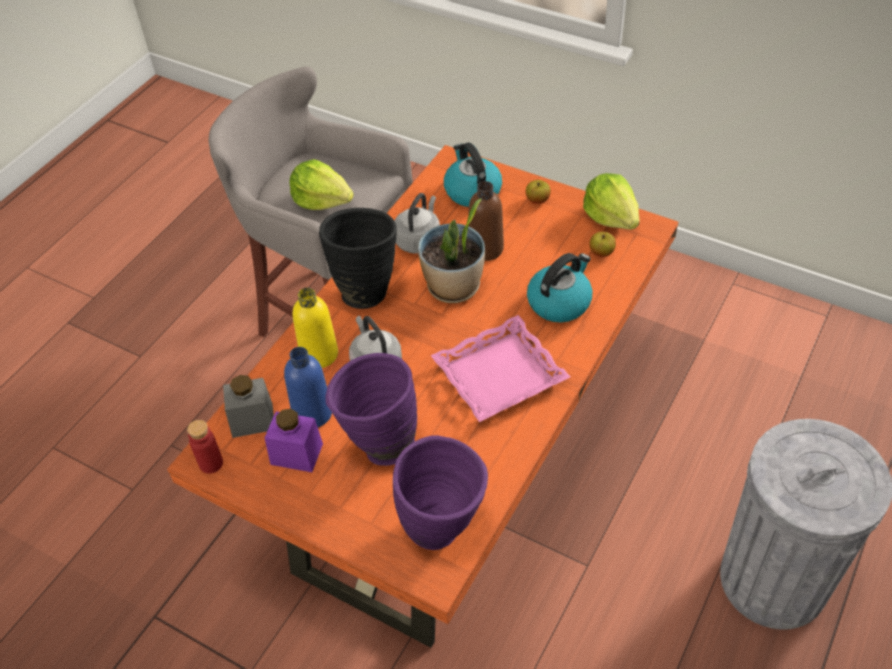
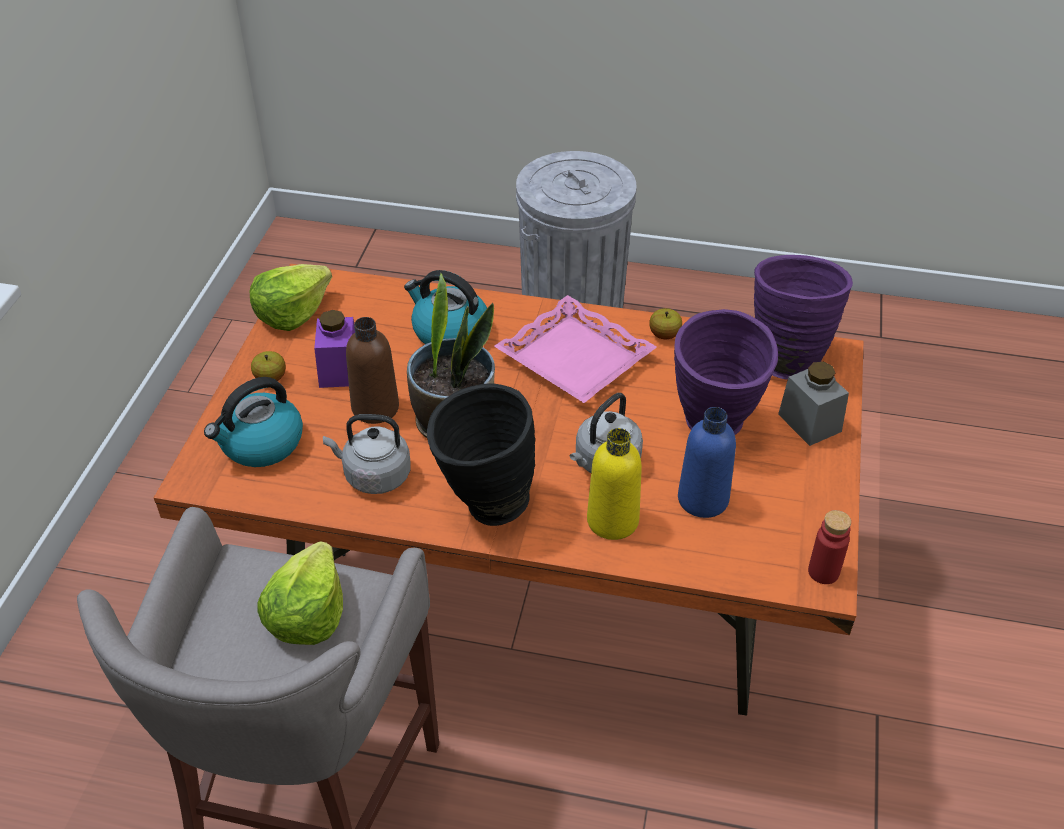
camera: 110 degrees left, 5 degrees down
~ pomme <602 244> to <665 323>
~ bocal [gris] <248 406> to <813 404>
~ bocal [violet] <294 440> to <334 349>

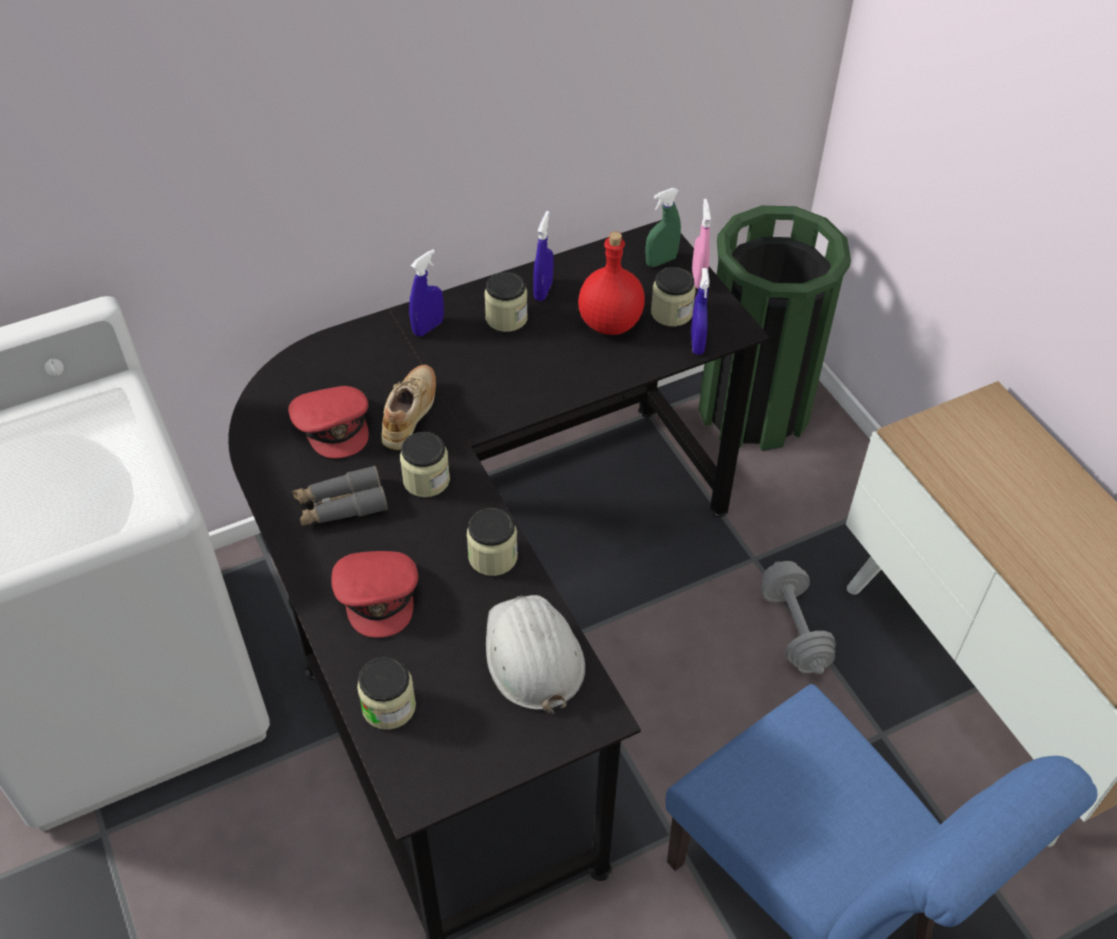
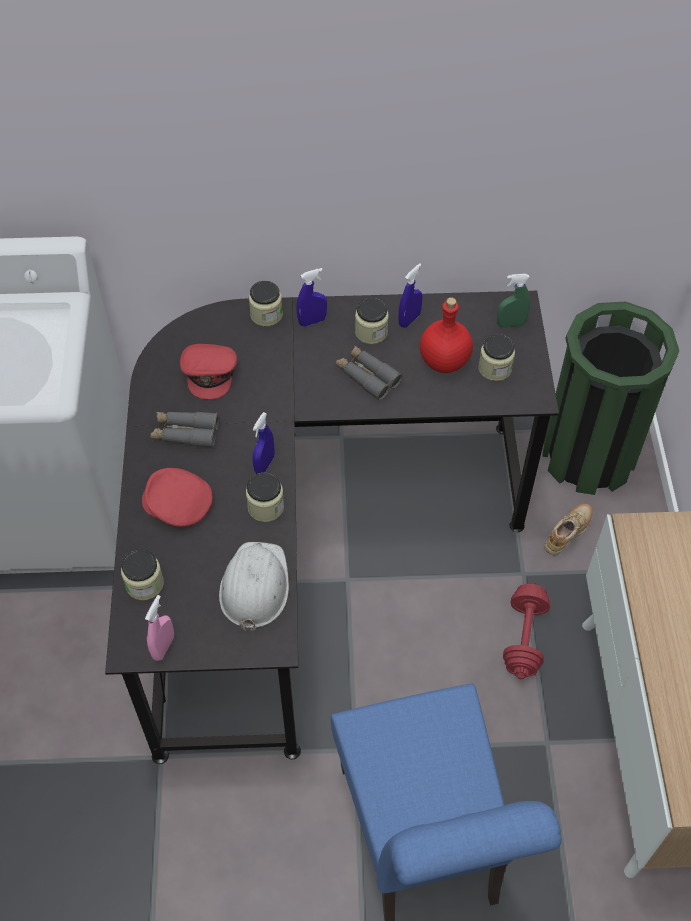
camera: 25 degrees right, 5 degrees up
~ vaporisateur [rose] <701 244> to <159 628>
~ vaporisateur [bleu] <700 311> to <263 443>
~ chaussure [beige] <408 407> to <568 530>
~ bocal <425 464> to <266 303>
~ casquette [rouge] <374 594> = <177 497> 105 degrees clockwise
~ haltère [gris] <798 617> to haltère [rouge] <526 631>
+ jumelles [gris] <369 373>

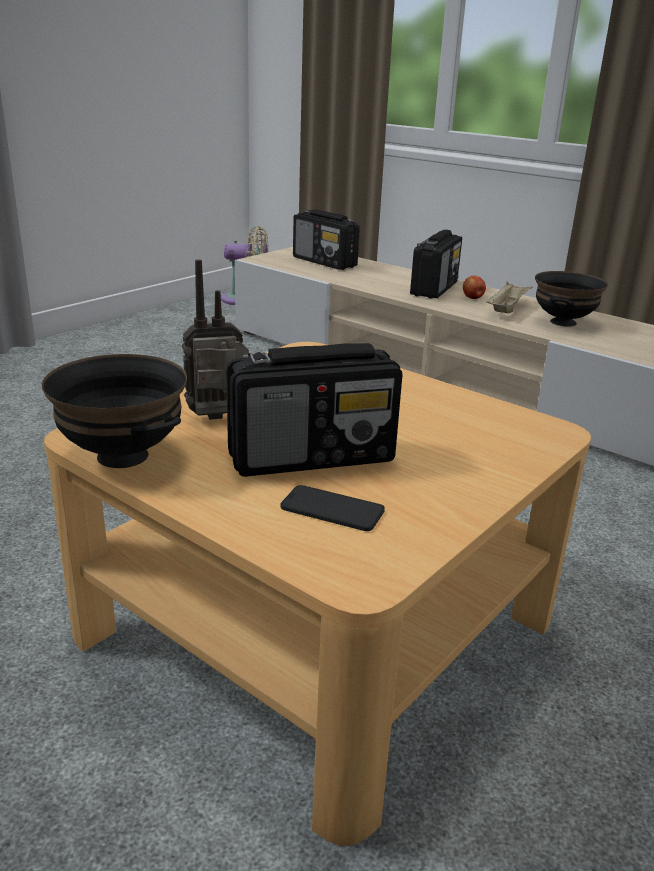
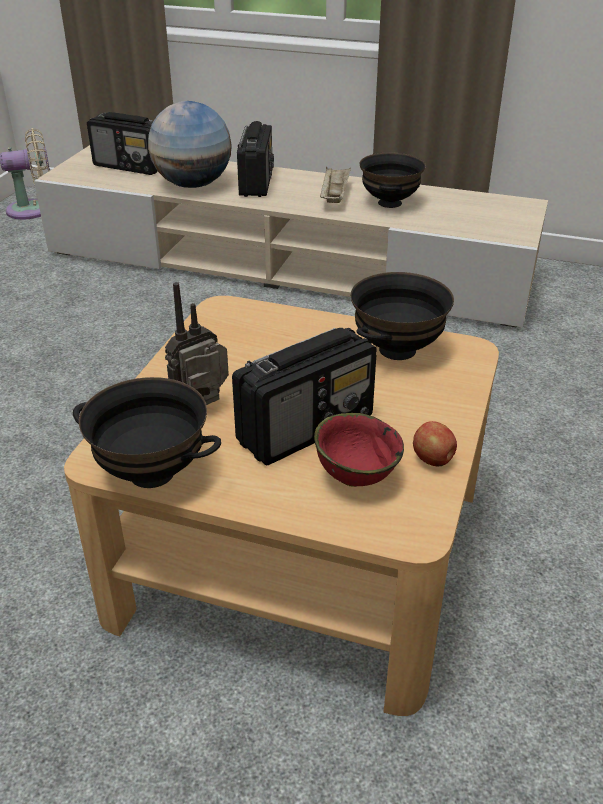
camera: 20 degrees left, 10 degrees up
~ pomme <474 287> to <435 444>
~ téléphone <333 508> to bol [rouge] <359 450>
+ globe <190 144>
+ bol [noir] <402 316>

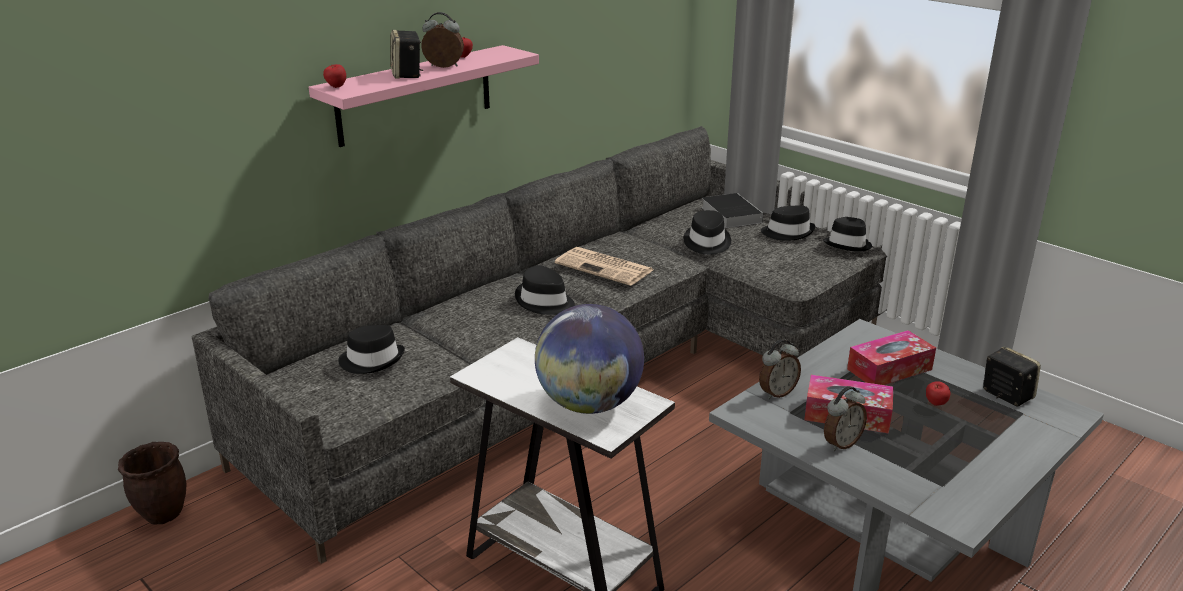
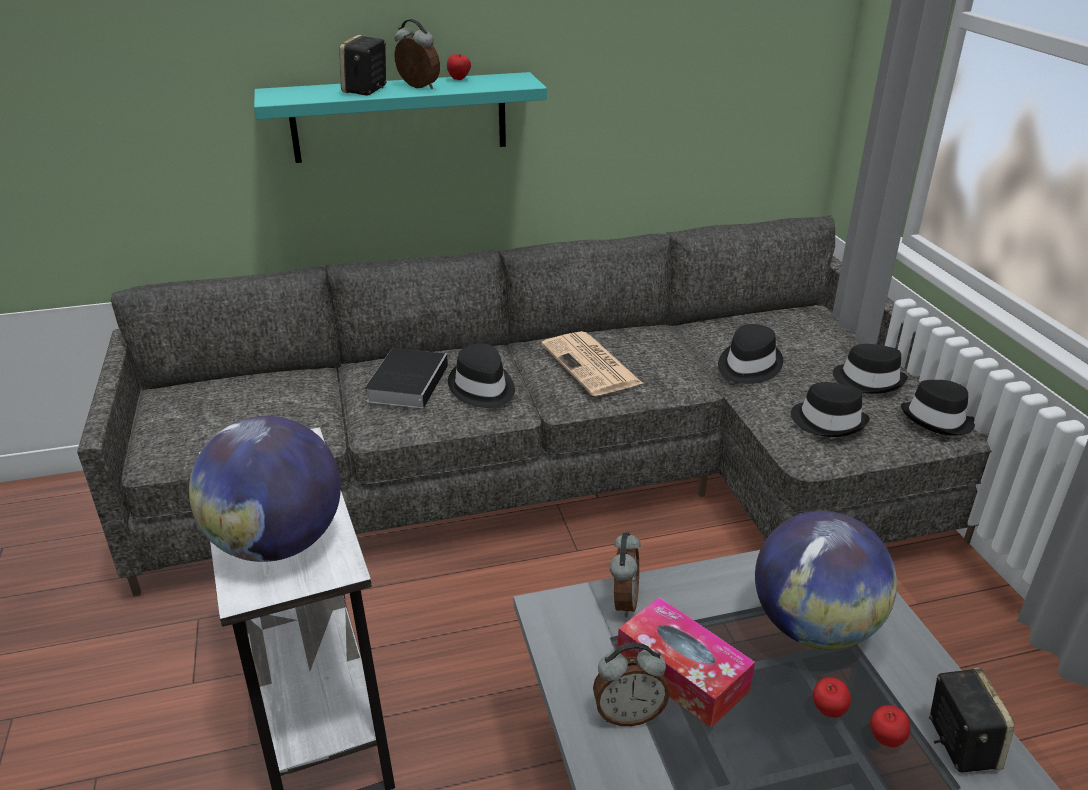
camera: 30 degrees right, 5 degrees up
~ étagère [rose] <424 96> to étagère [turquoise] <400 117>
~ pomme <334 76> to <890 726>
~ livre <732 210> to <406 378>
~ chapeau [noir] <371 349> to <830 409>
~ boîte à mouchoirs <891 357> to globe <826 580>
~ réveil <780 369> = <625 574> 75 degrees counterclockwise
- cache-pot [marron] <152 483>

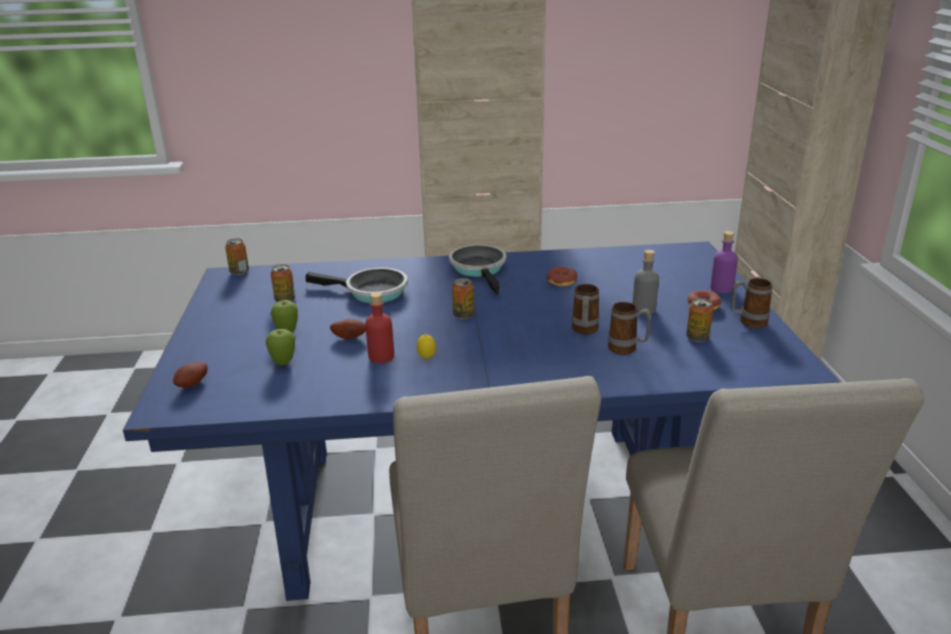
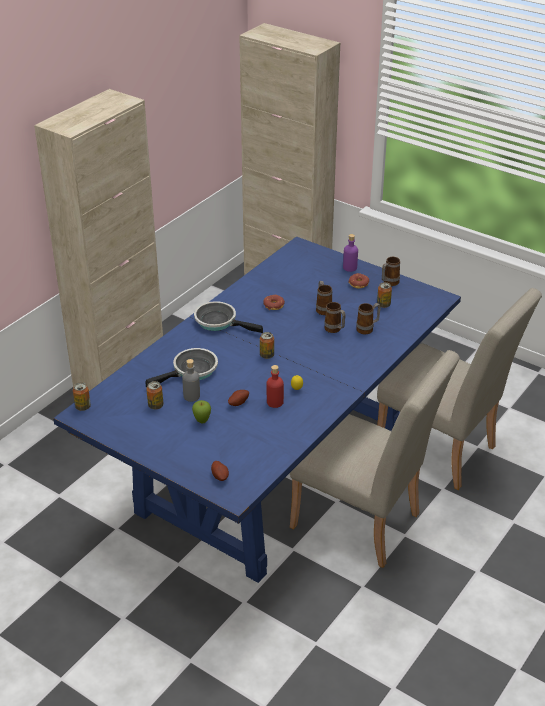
camera: 50 degrees left, 10 degrees up
~ bouteille [gris] <645 282> to <191 380>
- pomme <280 347>
+ mug <324 298>

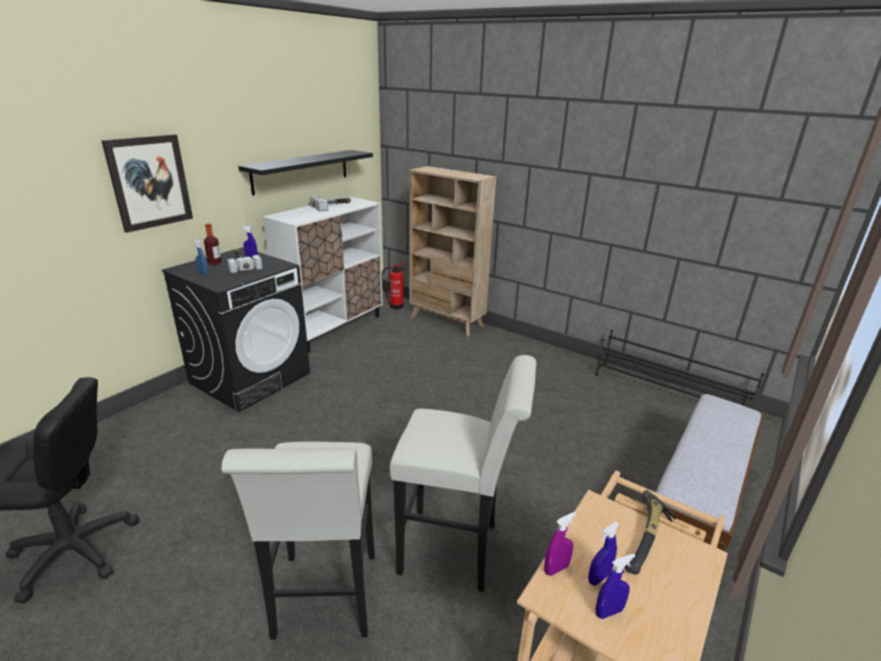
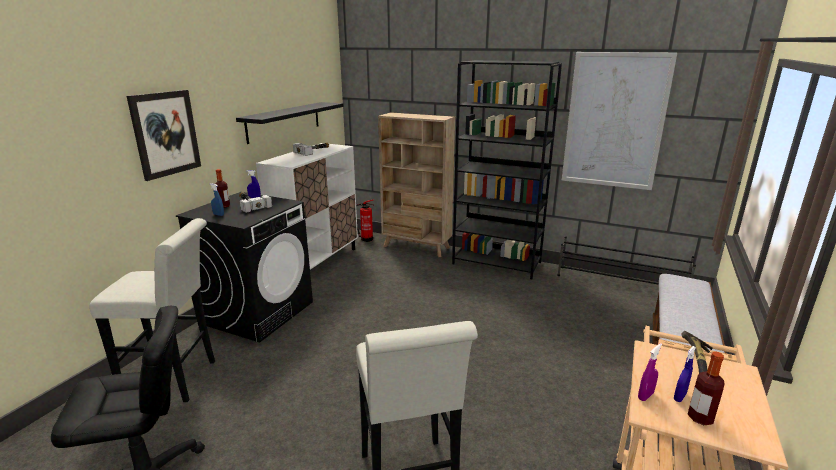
camera: 10 degrees left, 5 degrees down
~ tabouret [blanc] <463 473> to <152 310>
~ vaporisateur [bleu] <615 586> to bouteille <706 388>
+ tableau <619 121>
+ bibliothèque [noir] <507 169>

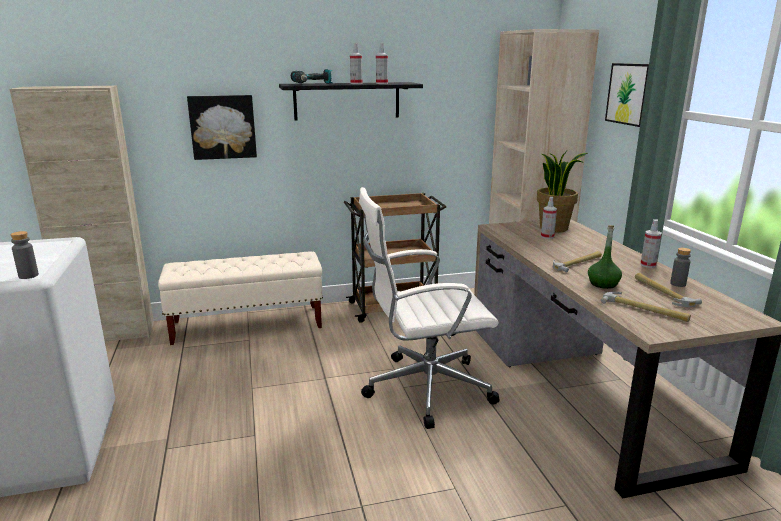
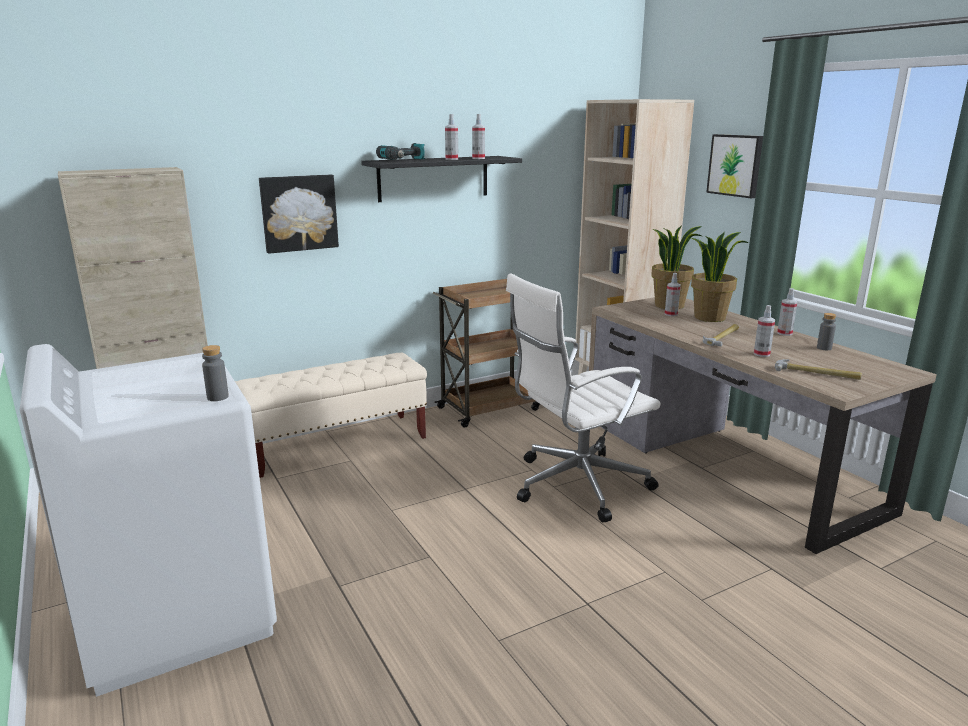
camera: 15 degrees left, 0 degrees up
~ bouteille [vert] <605 257> to vaporisateur <764 331>
- marteau <668 290>
+ plante en pot <720 277>

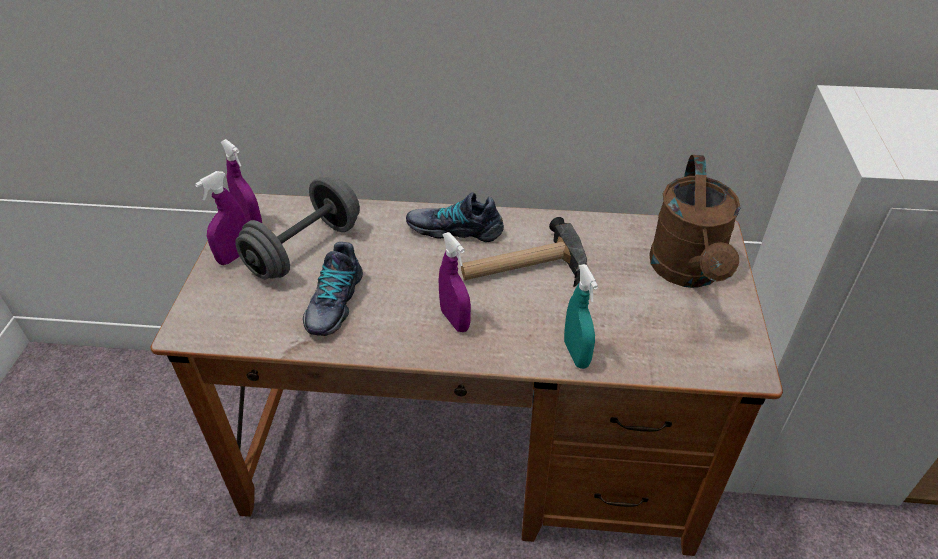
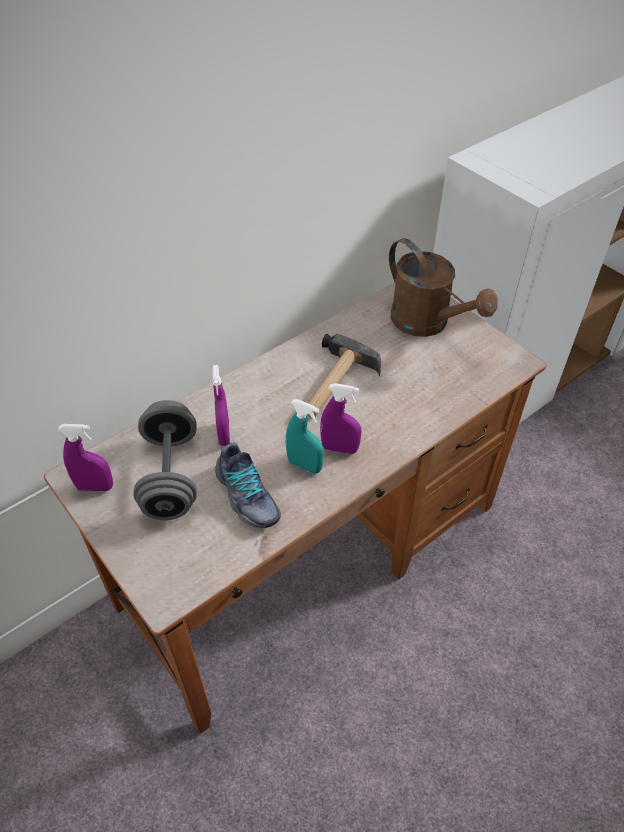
camera: 45 degrees left, 5 degrees up
~ vaporisateur [violet] <221 218> to <221 405>
- chaussure <455 217>
~ vaporisateur [turquoise] <581 316> to <305 436>

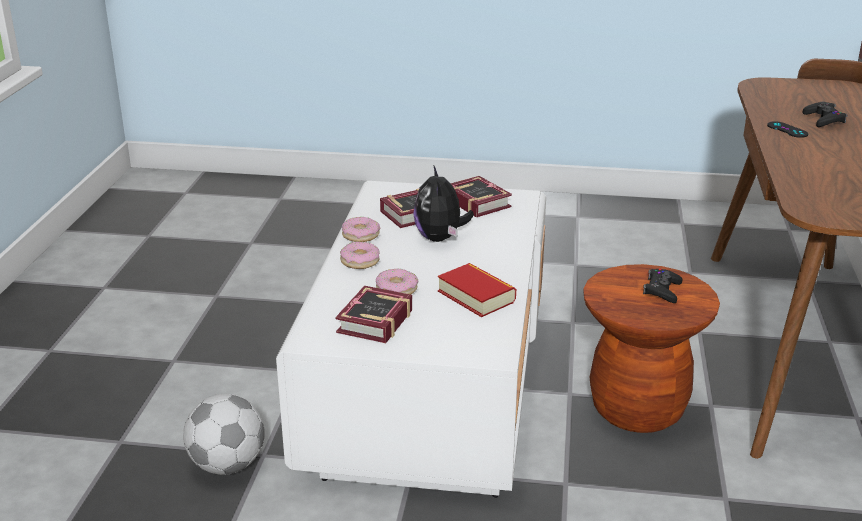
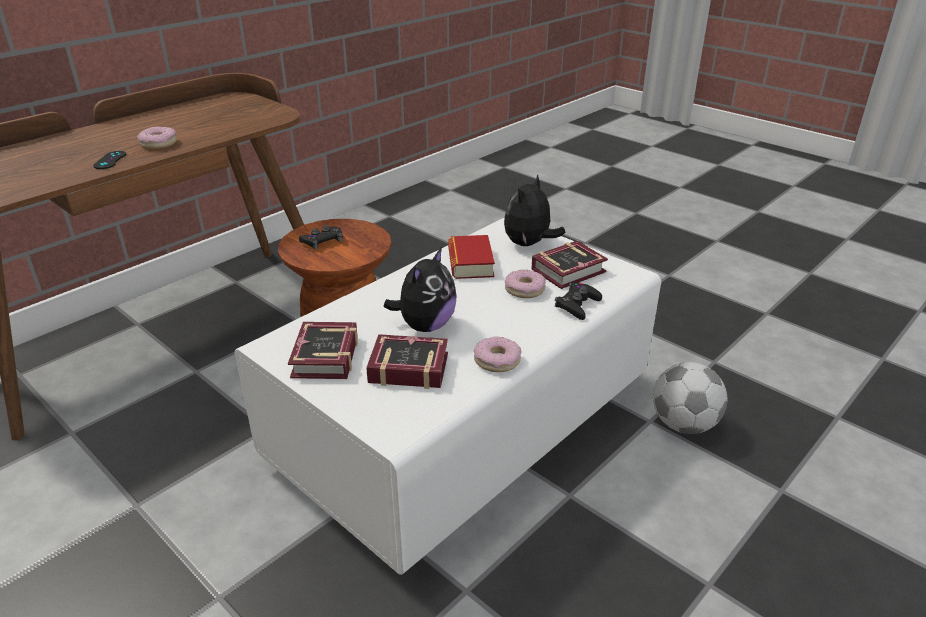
camera: 145 degrees left, 5 degrees up
~ manette [noir] <825 114> to <578 301>
~ beignet <360 255> to <157 137>
+ peluche <535 210>

